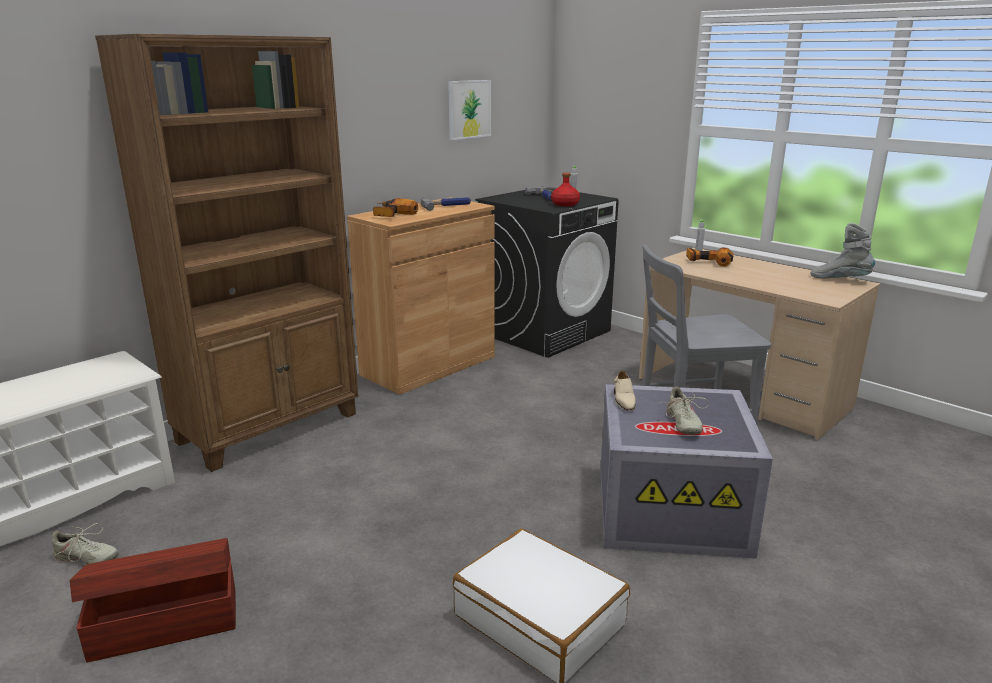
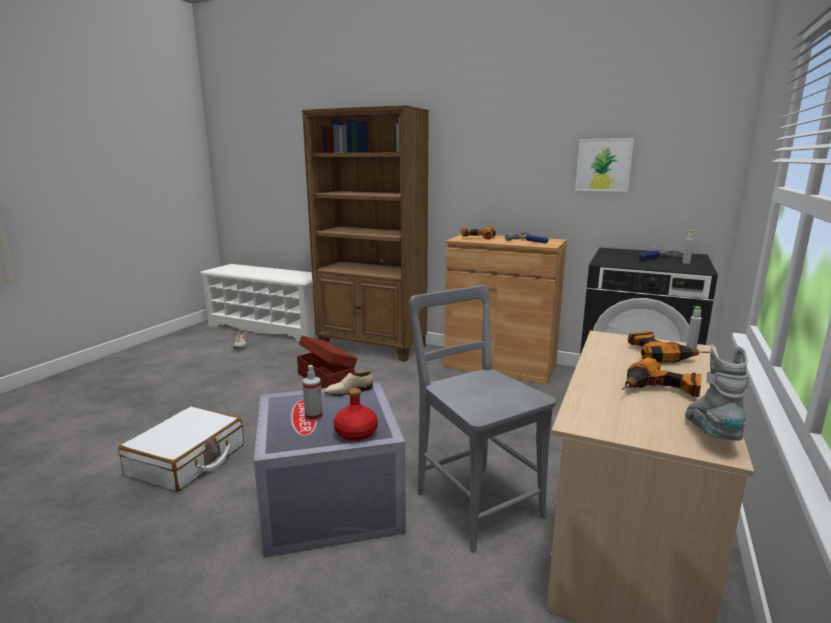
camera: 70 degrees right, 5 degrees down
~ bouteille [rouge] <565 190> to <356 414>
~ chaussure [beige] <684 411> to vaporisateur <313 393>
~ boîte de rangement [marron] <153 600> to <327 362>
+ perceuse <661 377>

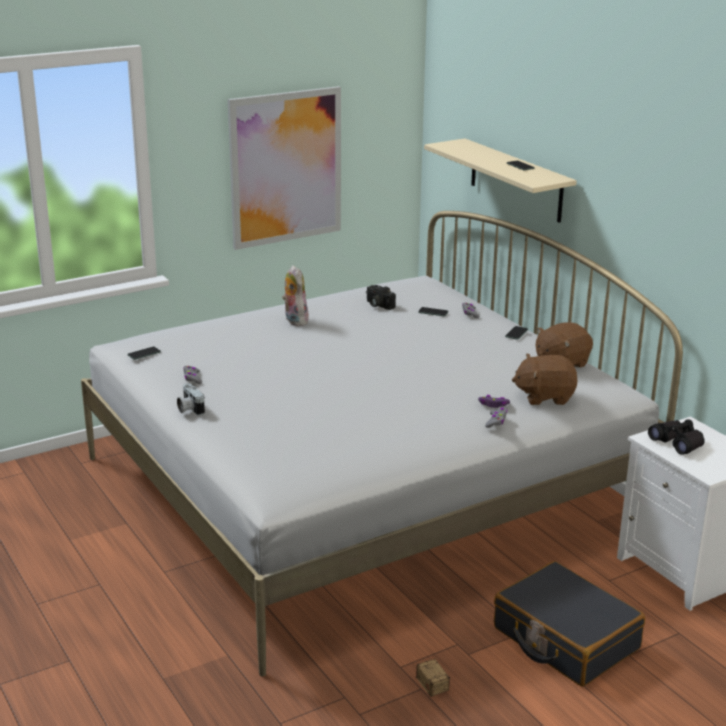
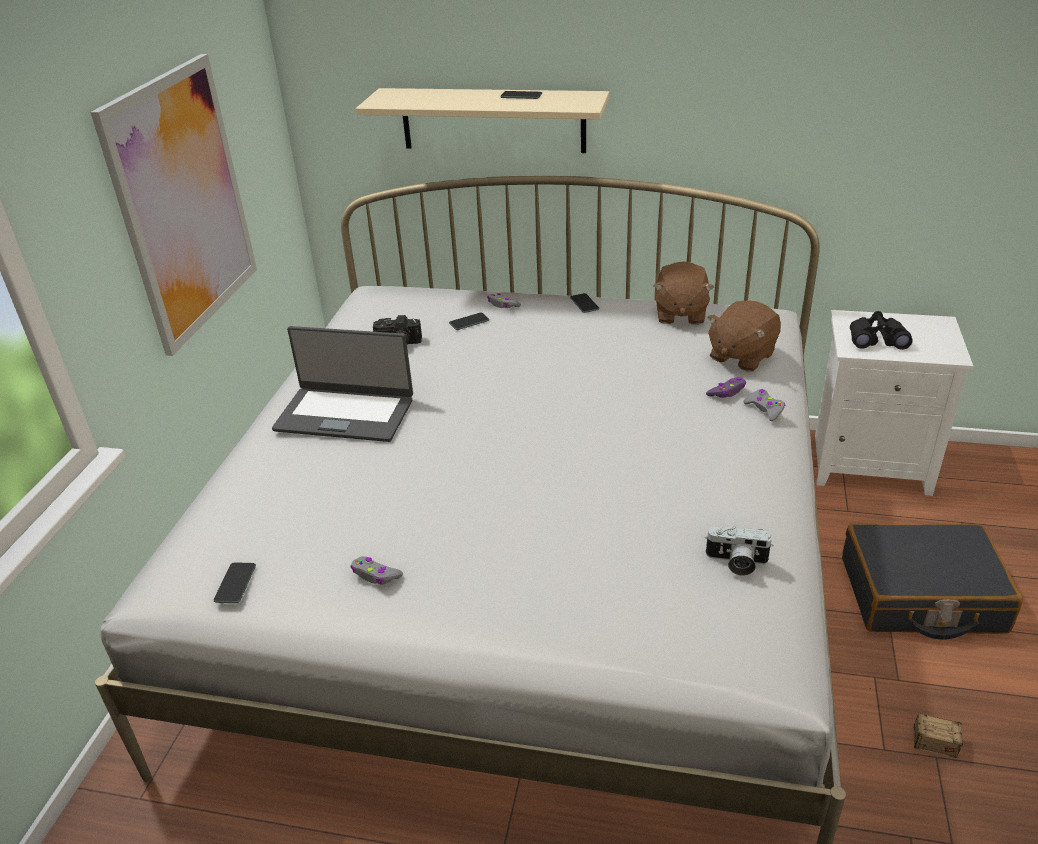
camera: 45 degrees left, 10 degrees up
~ peluche <295 295> to ordinateur portable <342 384>
~ appareil photo <191 399> to <739 551>

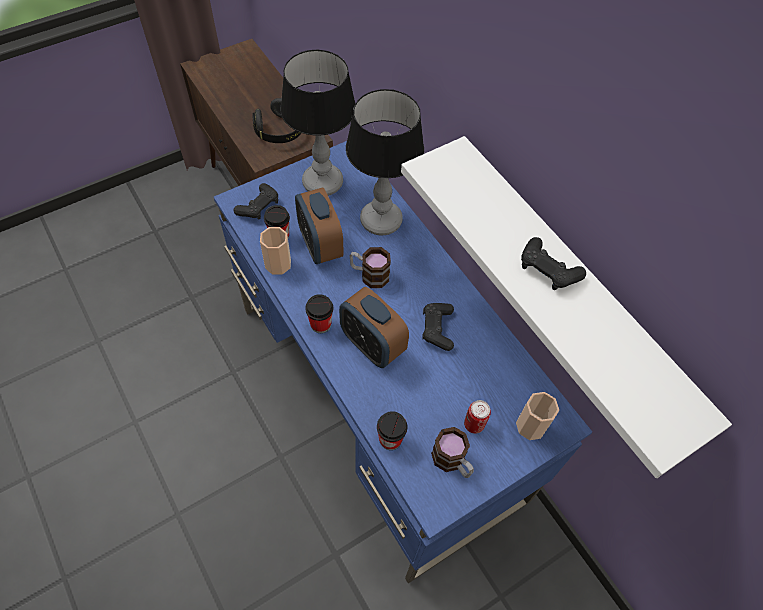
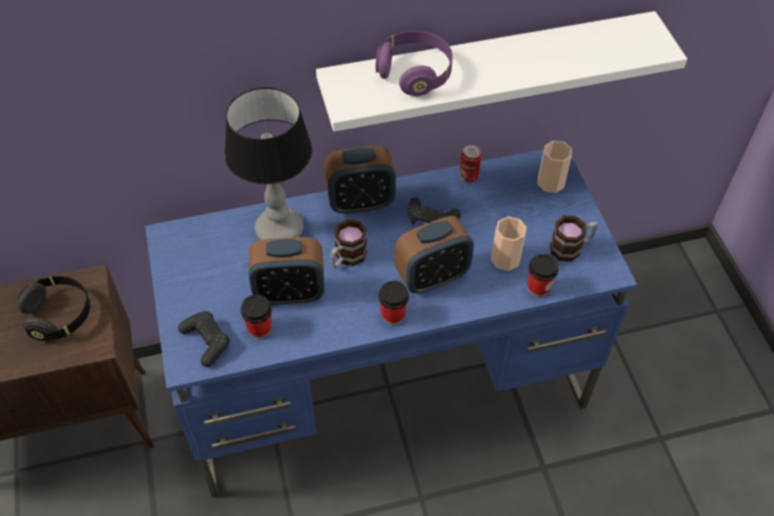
camera: 70 degrees left, 5 degrees down
- lampe de table <317 122>
~ tasse <275 250> to <509 243>
- manette [noir] <553 263>
~ boîte métallique <477 417> to <470 164>
+ casque audio [violet] <414 63>
+ réveil <360 180>

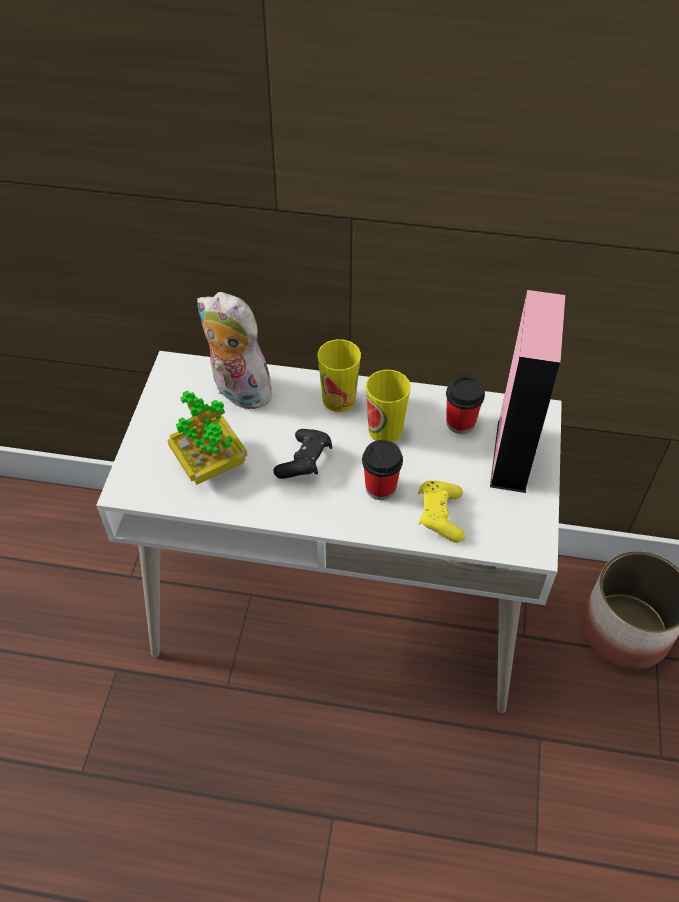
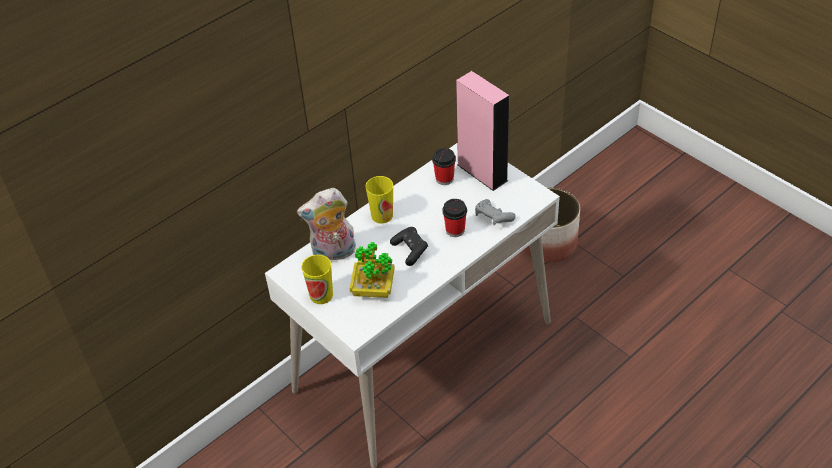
camera: 50 degrees left, 5 degrees down
~ tasse <388 406> to <317 279>
~ manette [jaune] <441 512> to manette [gris] <495 212>

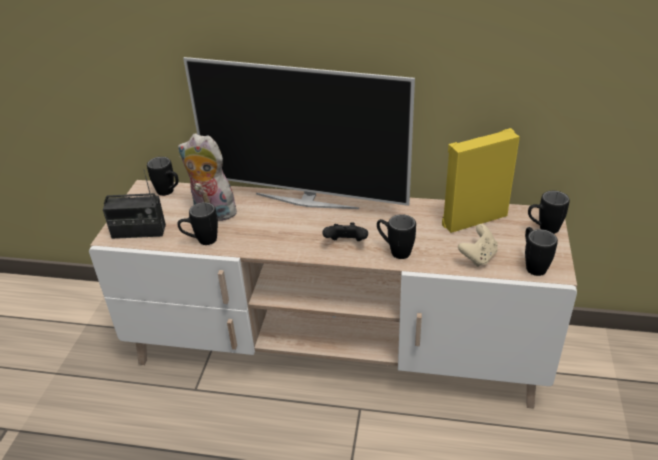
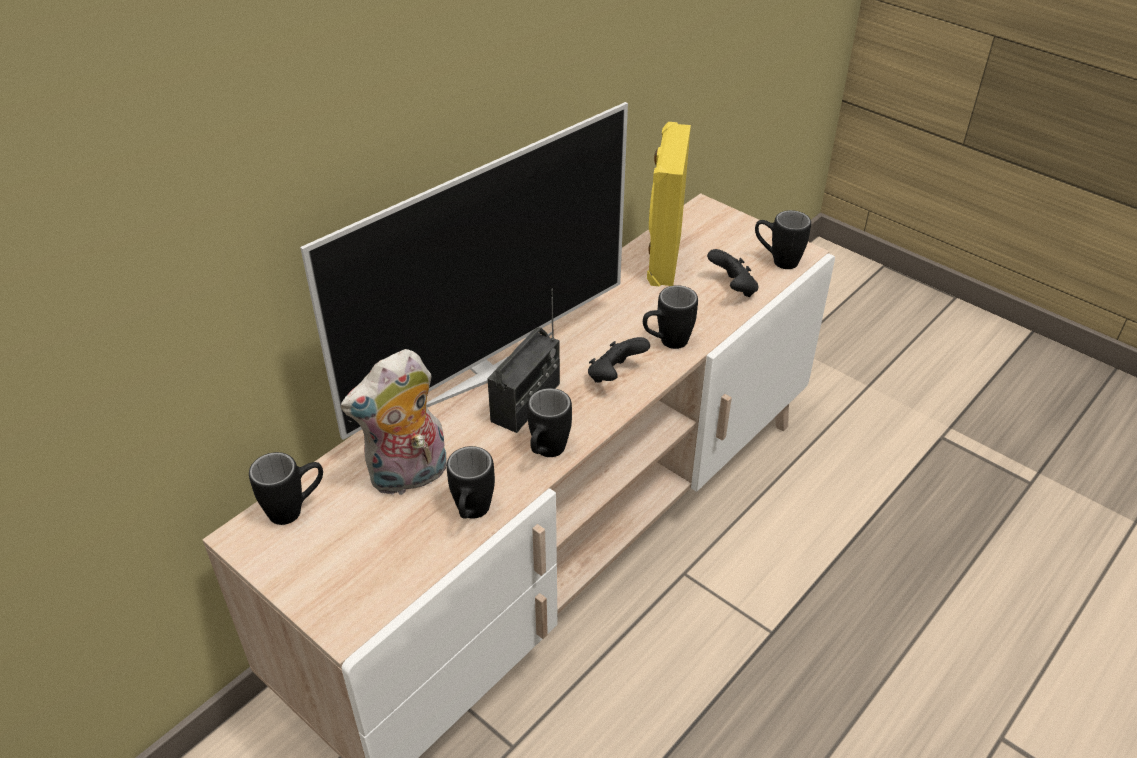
camera: 60 degrees left, 5 degrees up
~ radio <134 204> to <524 360>
~ mug [noir] <549 212> to <550 422>
~ manette [beige] <478 245> to manette [noir] <733 273>

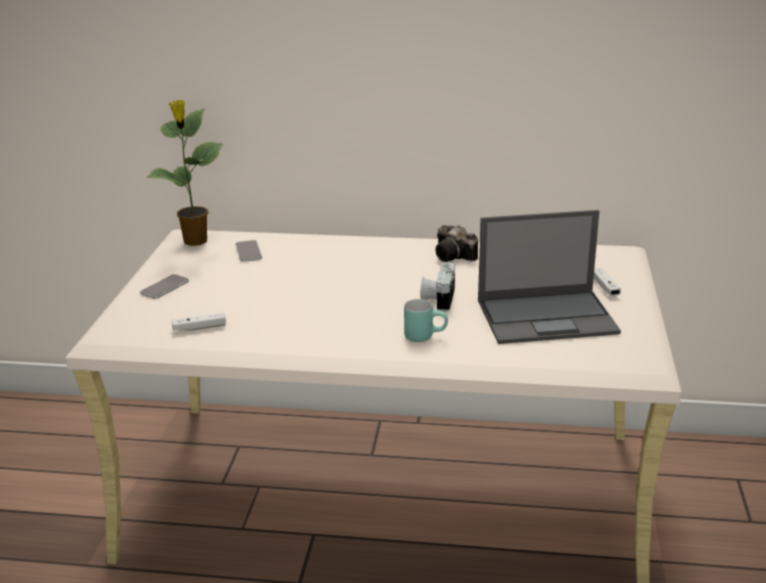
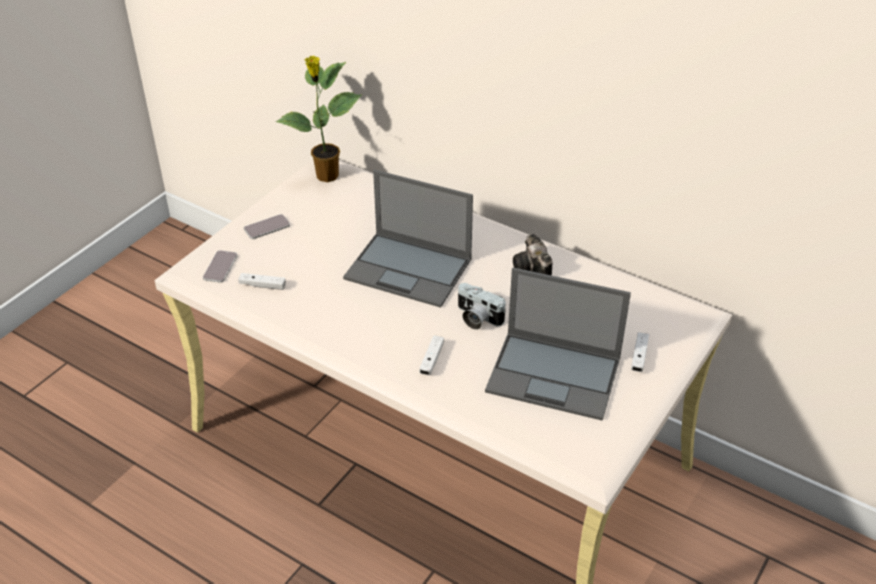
camera: 25 degrees right, 15 degrees up
~ téléphone <248 251> to <220 266>
~ appareil photo <438 287> = <482 306> 90 degrees counterclockwise
~ mug [turquoise] <426 320> to manette [blanc] <431 355>
+ ordinateur portable <408 239>

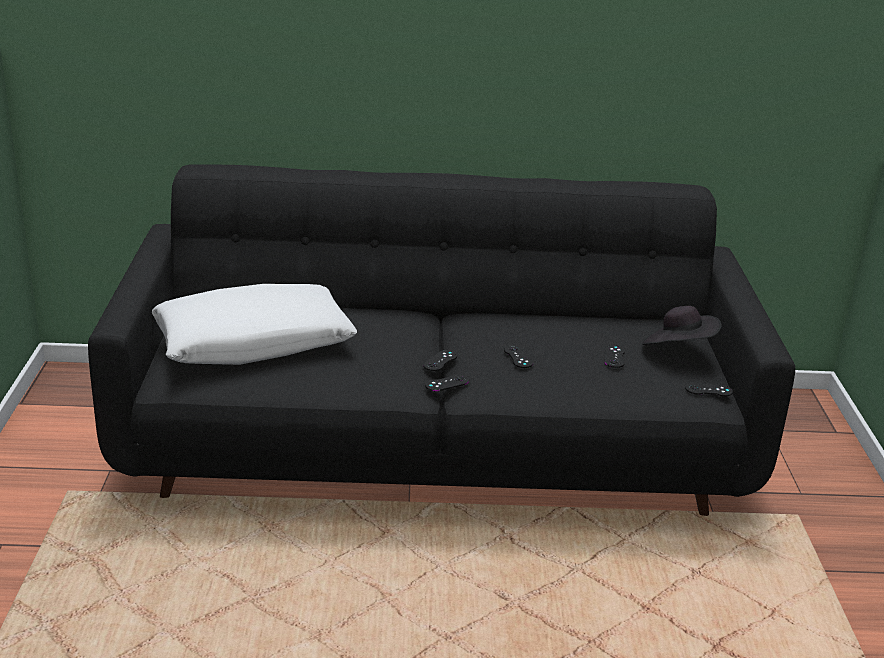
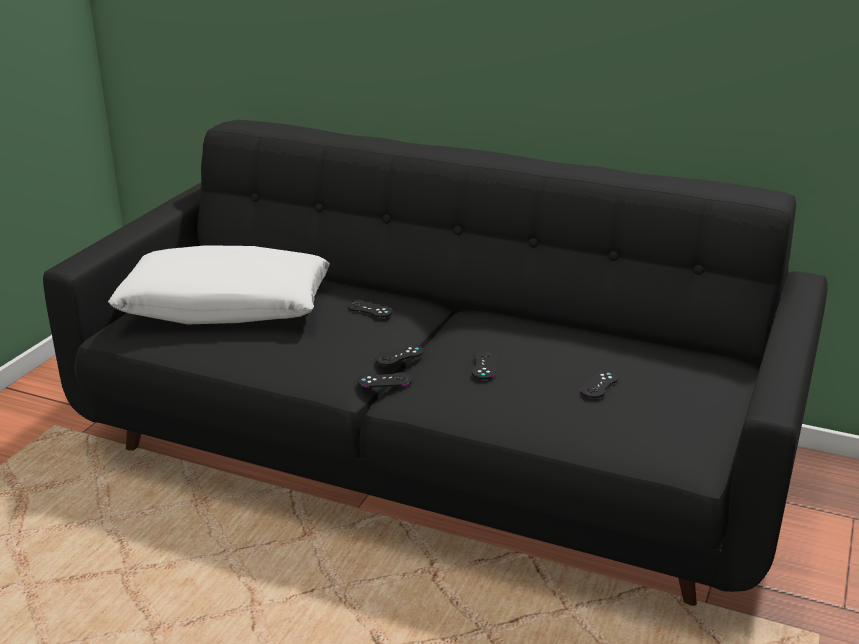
camera: 25 degrees right, 0 degrees up
- chapeau [noir] <682 325>
~ manette [noir] <709 389> to <370 309>

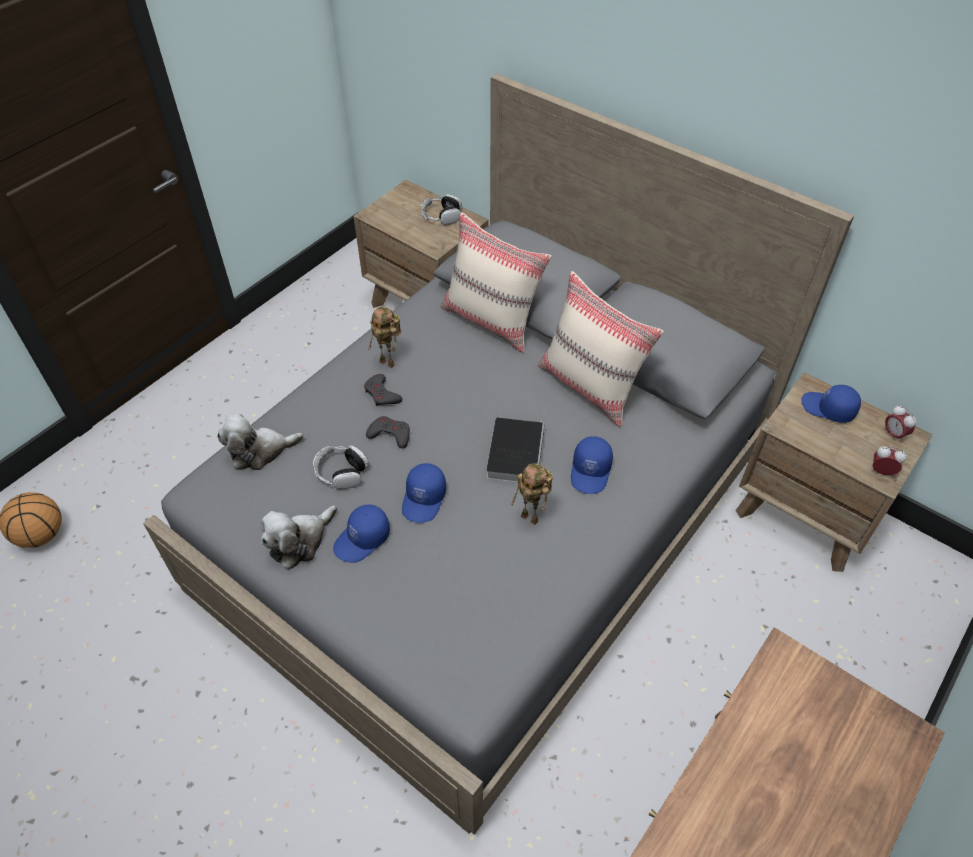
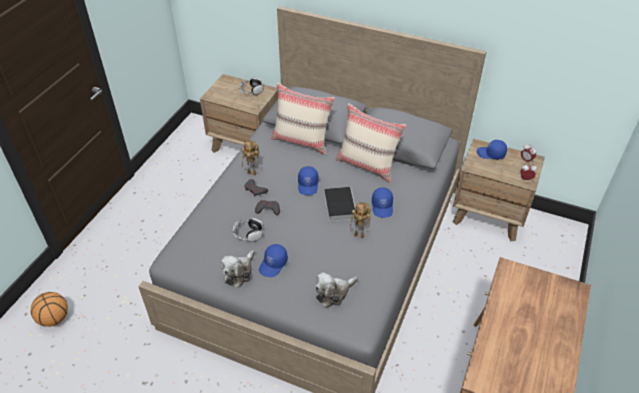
camera: 15 degrees left, 5 degrees down
~ peluche <260 441> to <336 290>
~ casquette [bleu] <424 493> to <308 180>

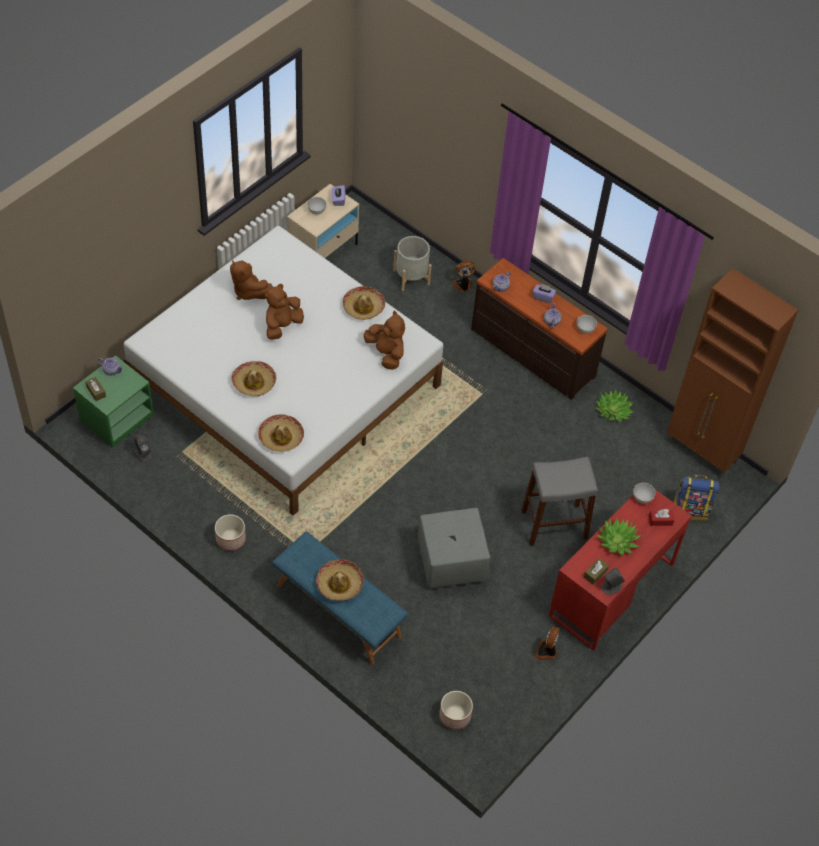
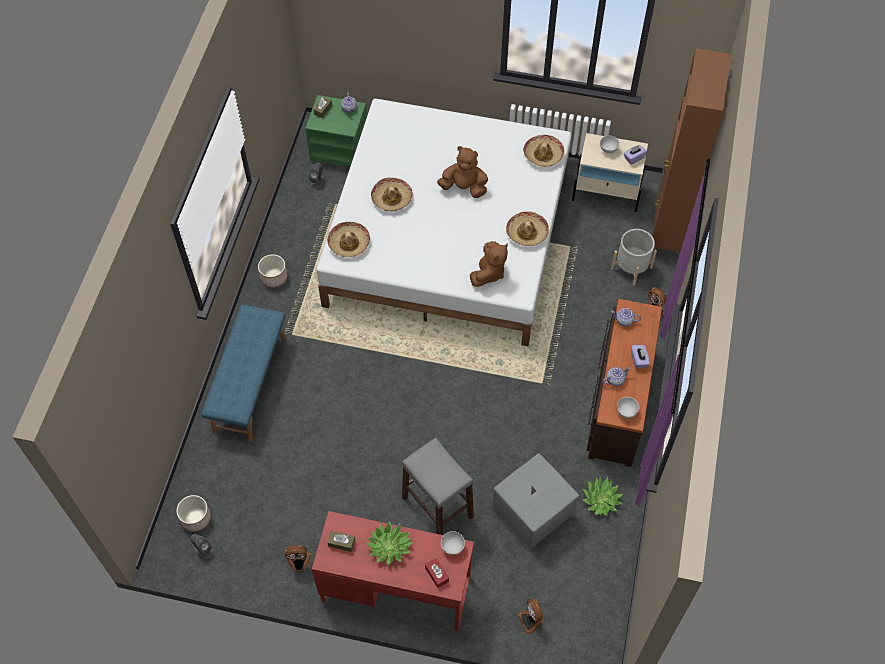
camera: 65 degrees right, 5 degrees up
- peluche [marron] <251 280>
~ meuble de rangement [marron] <732 373> to <691 153>
~ sac à dos <696 498> to ventilateur <530 616>
~ pouf [gris] <454 548> to <535 500>
~ chapeau <340 580> to <544 151>
~ enceinte [gris] <613 581> to <201 546>

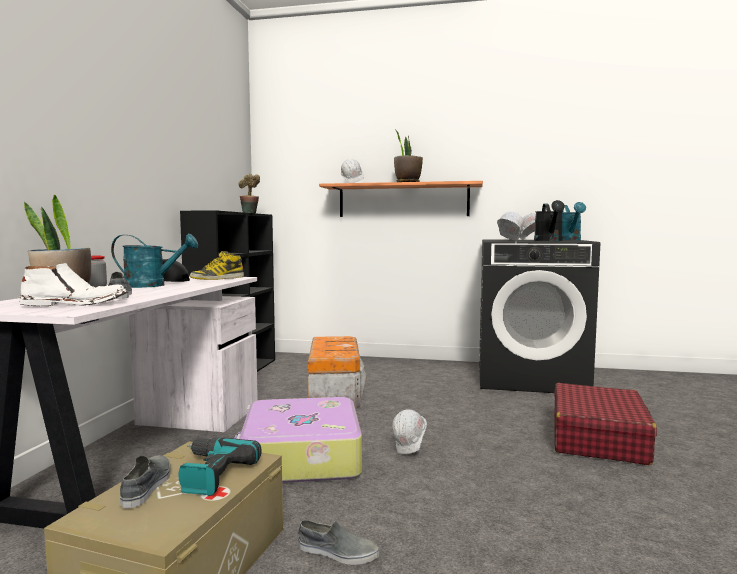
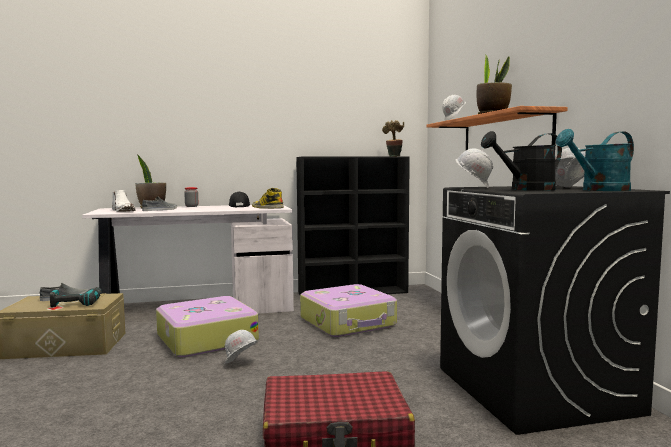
camera: 65 degrees right, 0 degrees up
- arrosoir [turquoise] <154 261>
~ boîte de rangement <337 372> to valise <348 310>
- chaussure [gris] <338 542>

